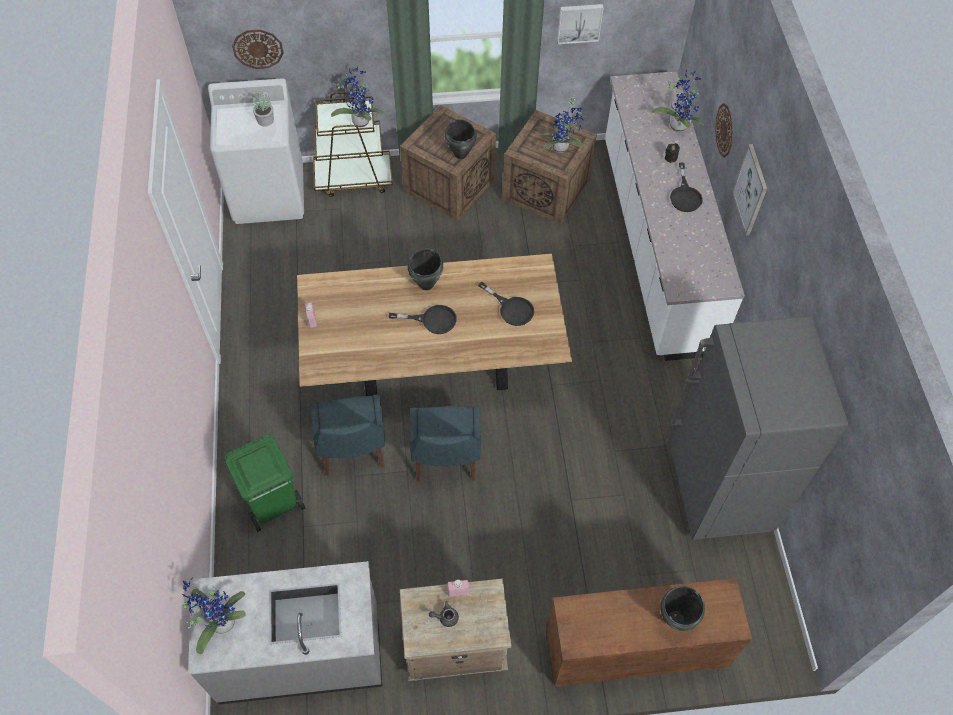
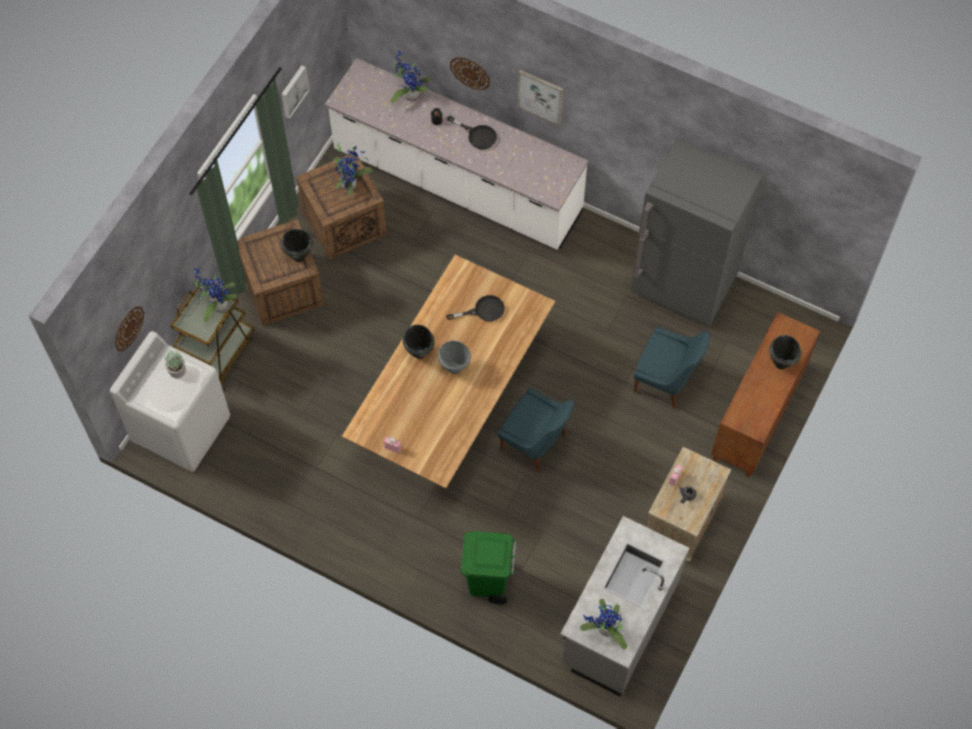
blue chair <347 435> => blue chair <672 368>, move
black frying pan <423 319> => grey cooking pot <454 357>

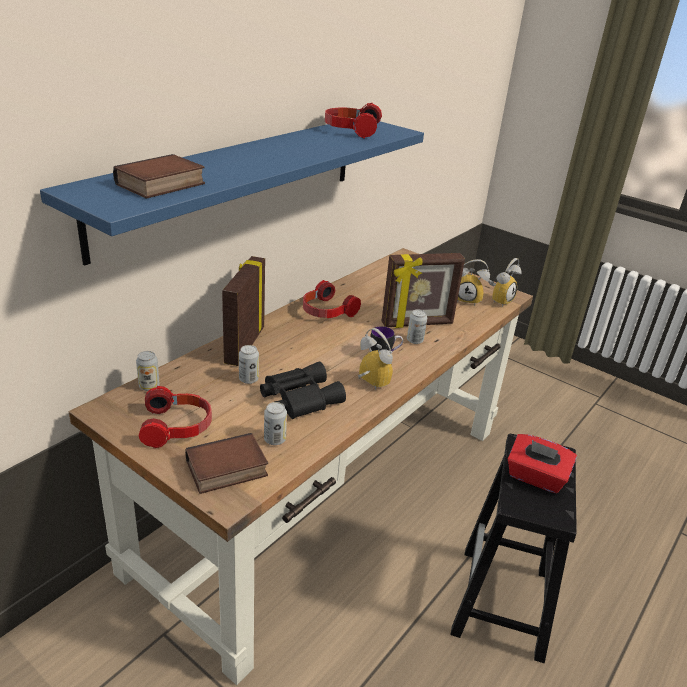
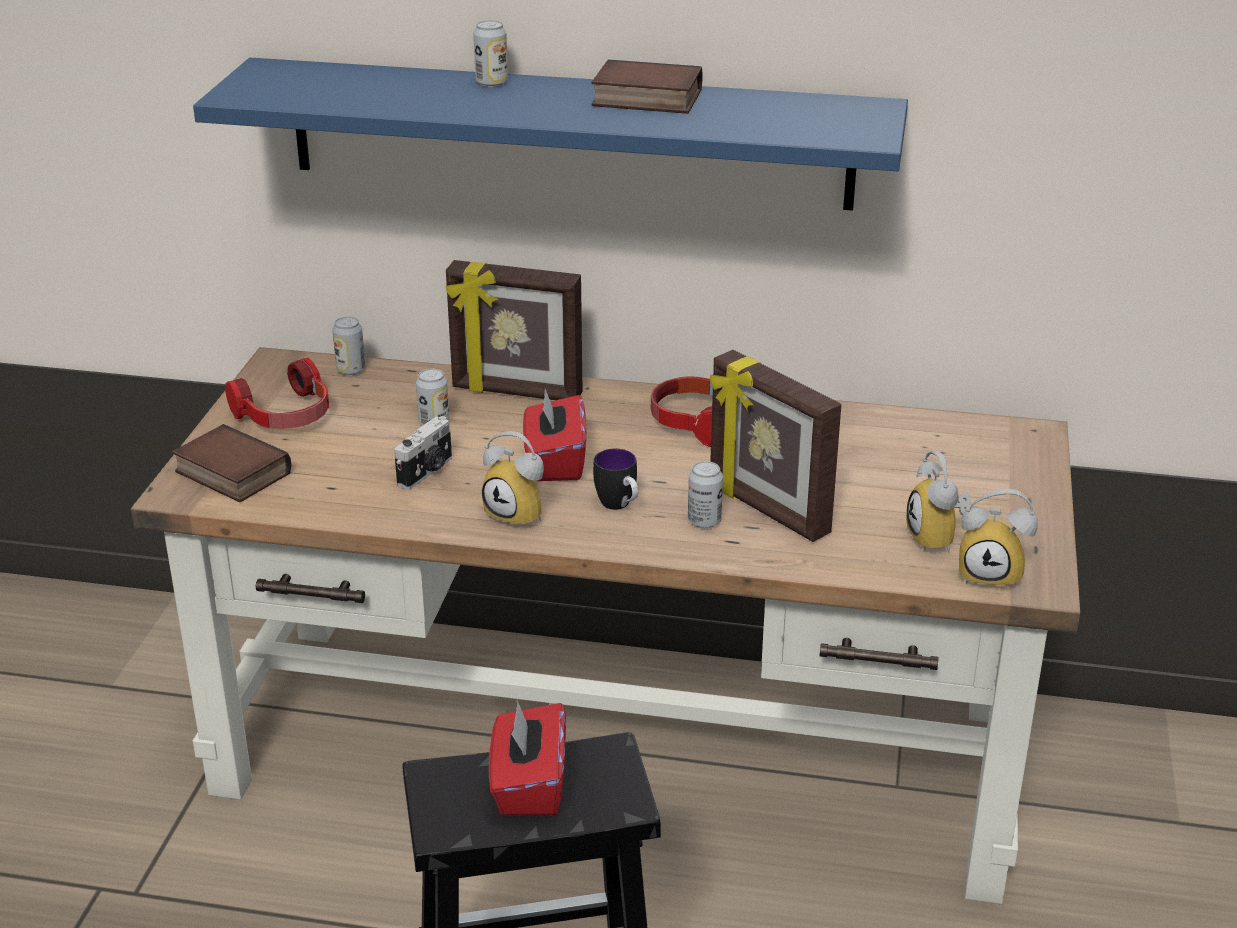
headphones <353 121> => nothing
nothing => red tissue box <555 435>
book <159 176> => book <647 87>, move
can <275 423> => can <491 53>, move
black binoculars <303 390> => photo camera <423 453>
picture frame <243 311> => picture frame <514 330>, 150 degrees counterclockwise
alarm clock <375 359> => alarm clock <513 480>, 105 degrees clockwise

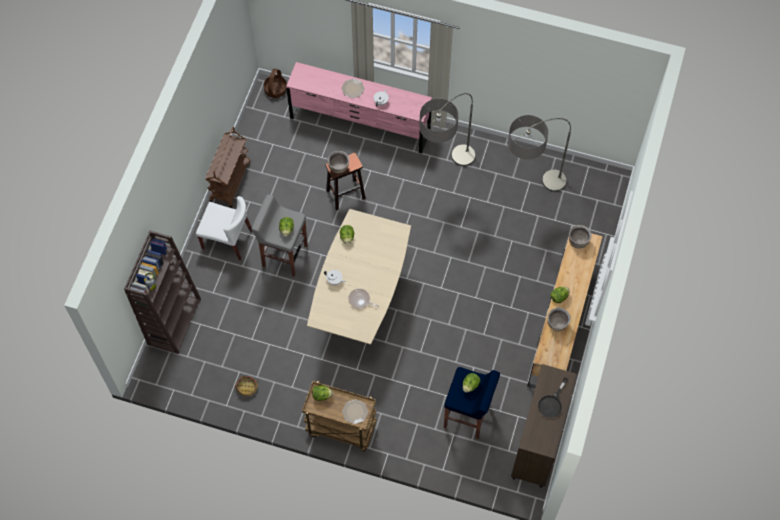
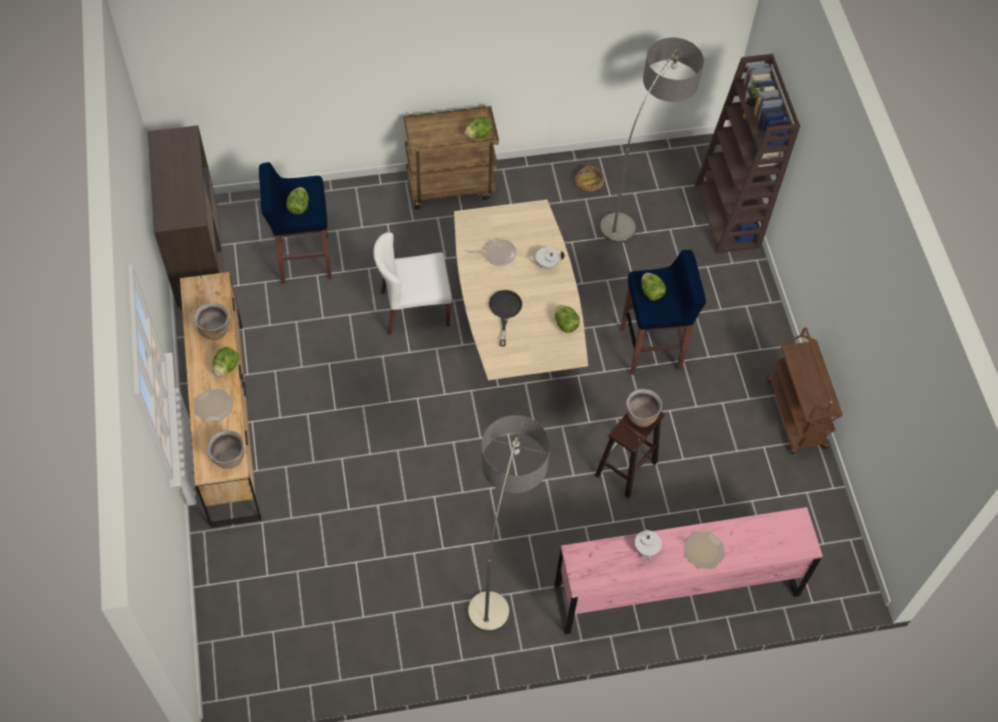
basket <275 83> => nothing
white chair <224 228> => white chair <412 283>, move
plate <355 411> => plate <213 405>, move
floor lamp <539 153> => floor lamp <652 140>, move
black frying pan <553 398> => black frying pan <505 318>, move
grey stool <280 236> => blue stool <663 312>

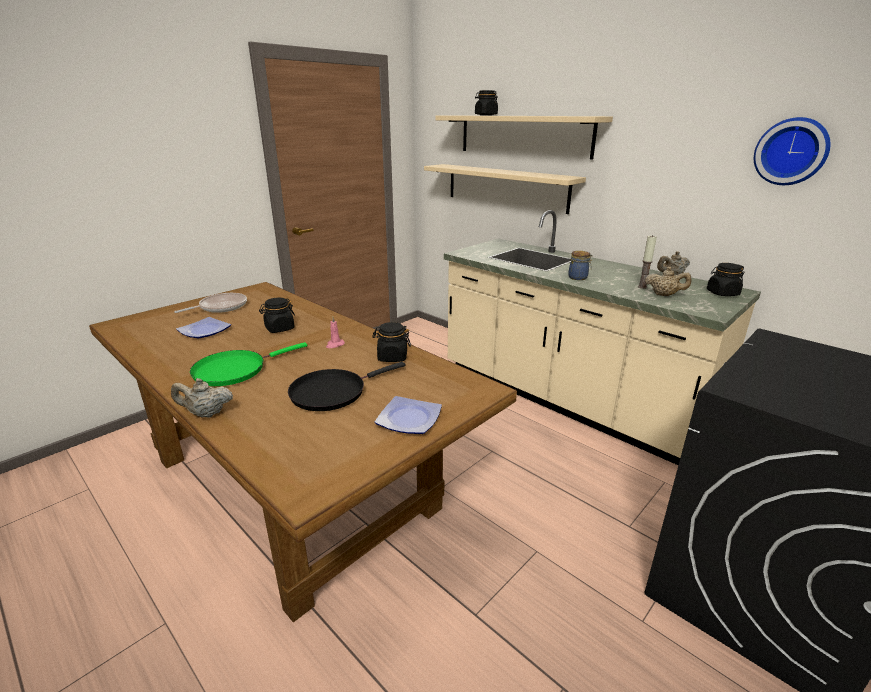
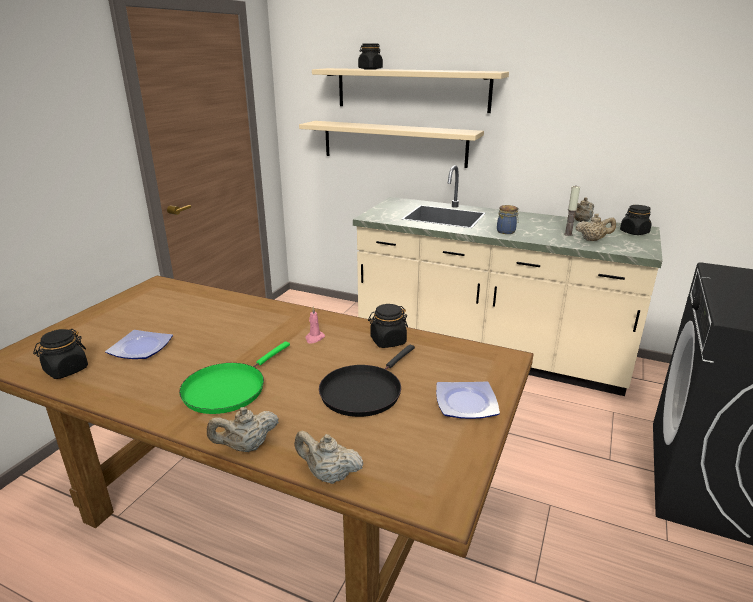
frying pan <210 303> => nothing
wall clock <792 151> => nothing
nothing => beige teapot <329 457>
black jar <277 315> => black jar <60 354>, move

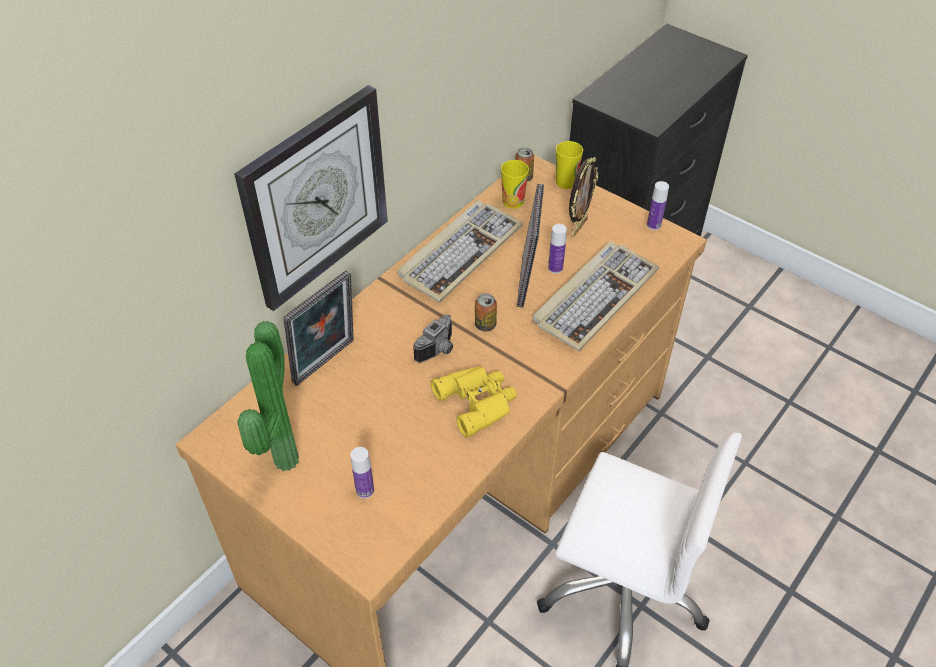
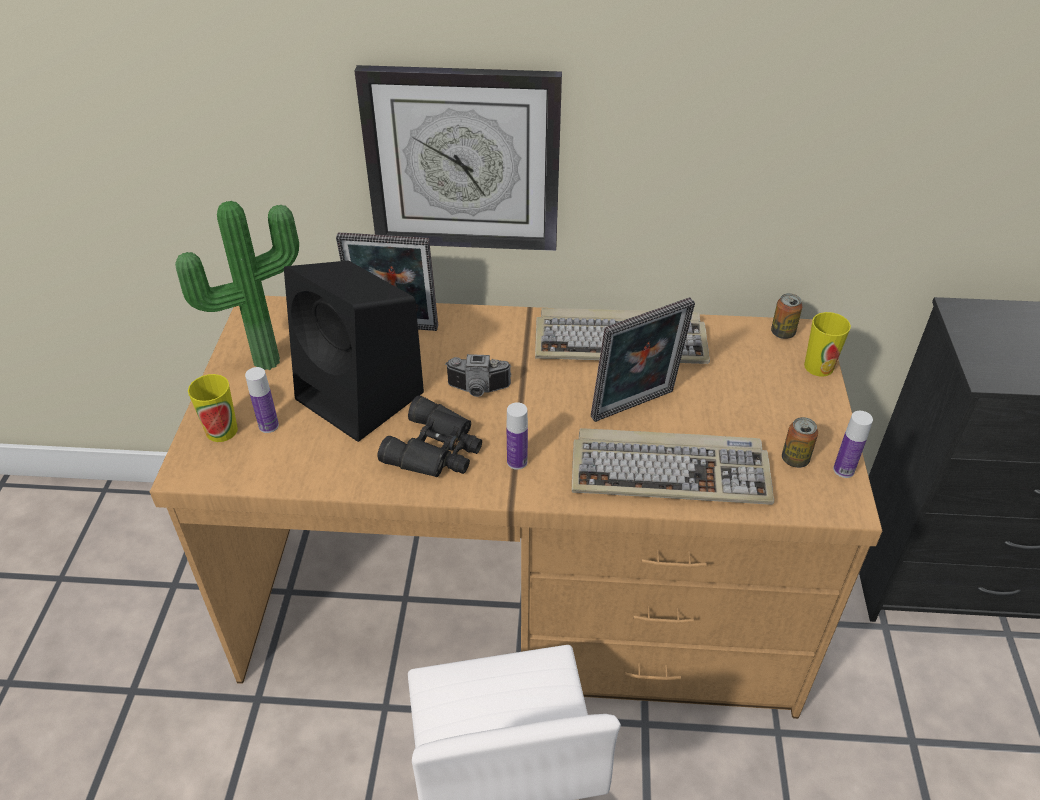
picture frame <583 197> => nothing
nothing => black speaker <354 351>
can <486 312> => can <800 442>, move
cup <515 184> => cup <213 408>, move
bottle <557 249> => bottle <517 436>, move
yellow binoculars <474 402> => black binoculars <430 436>

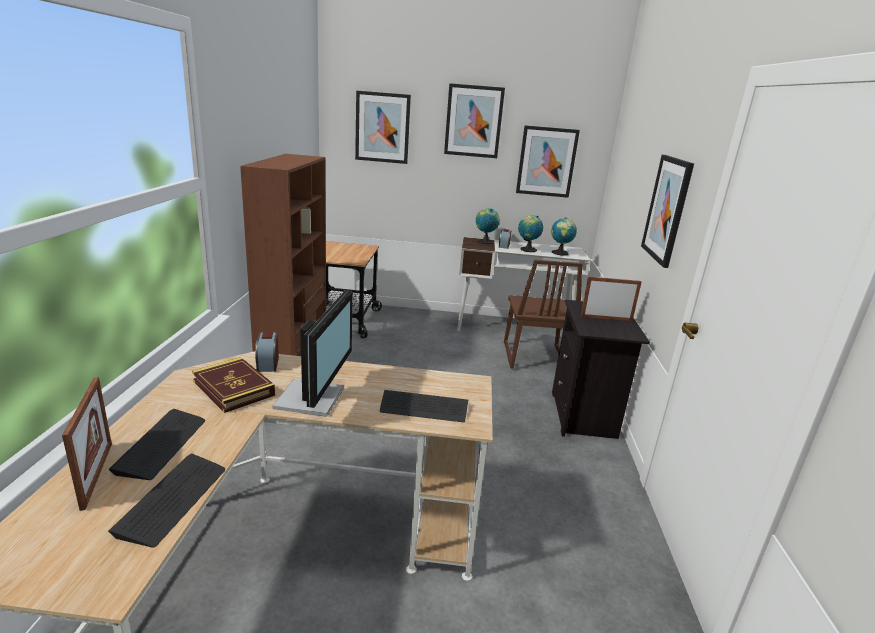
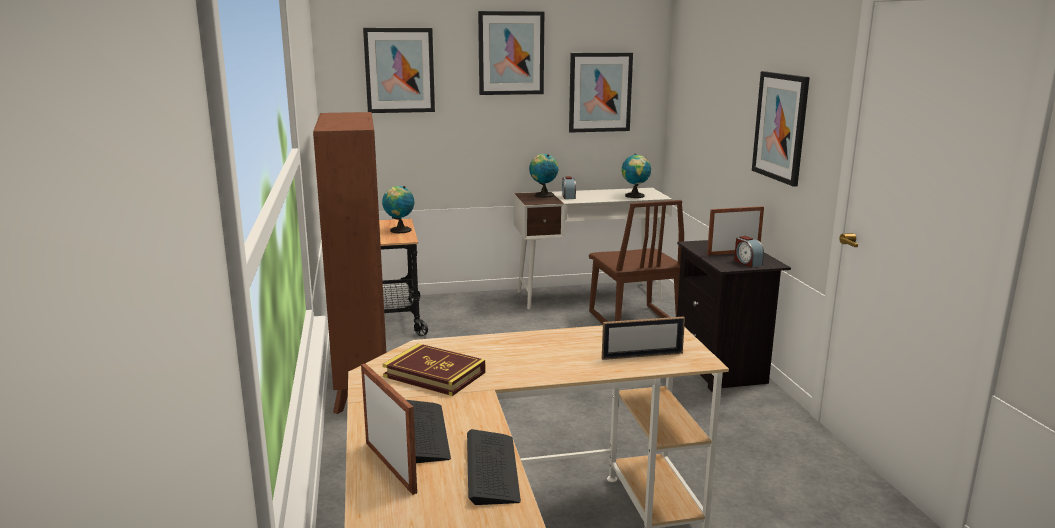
monitor <312 353> => nothing
alarm clock <267 352> => alarm clock <749 251>, move
globe <530 233> => globe <398 209>, move
keyboard <424 406> => picture frame <643 338>

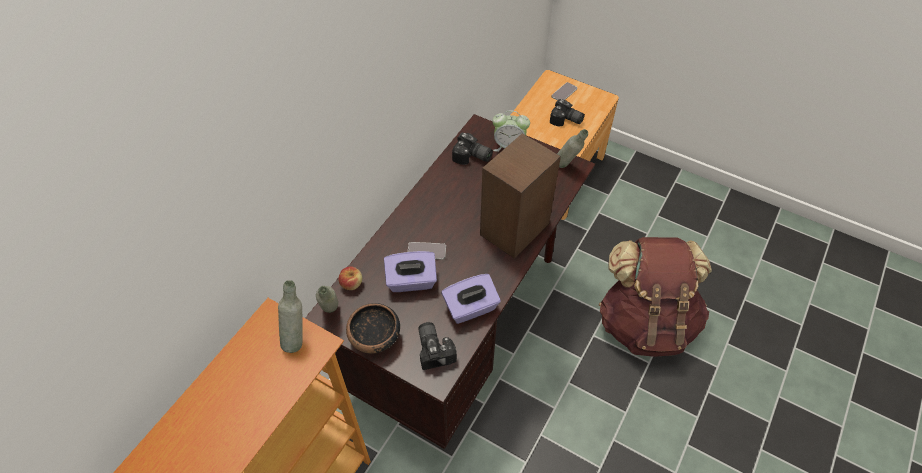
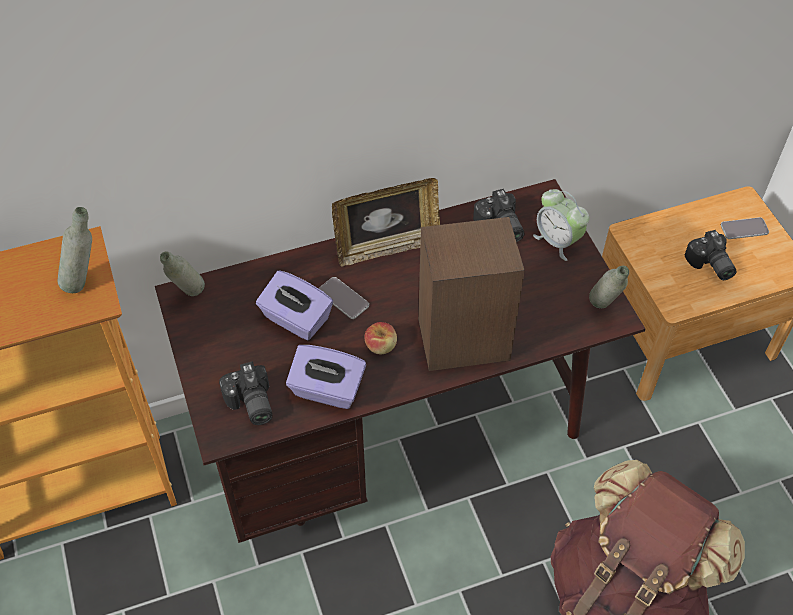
bowl <373 328> => nothing
nothing => picture frame <386 222>
apple <350 278> => apple <380 338>, move
photo camera <437 346> => photo camera <245 393>, 135 degrees clockwise

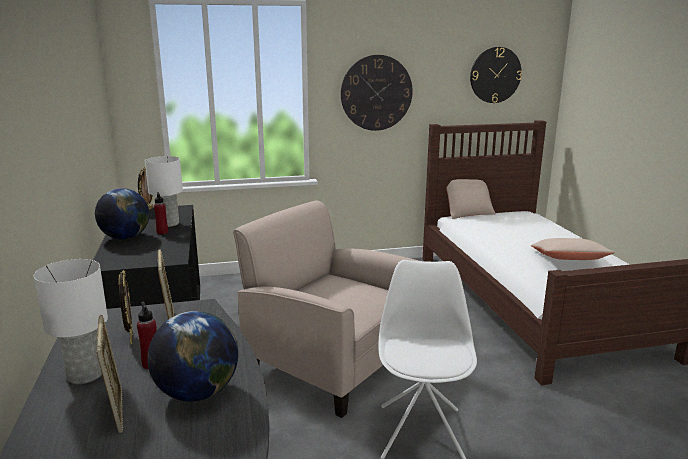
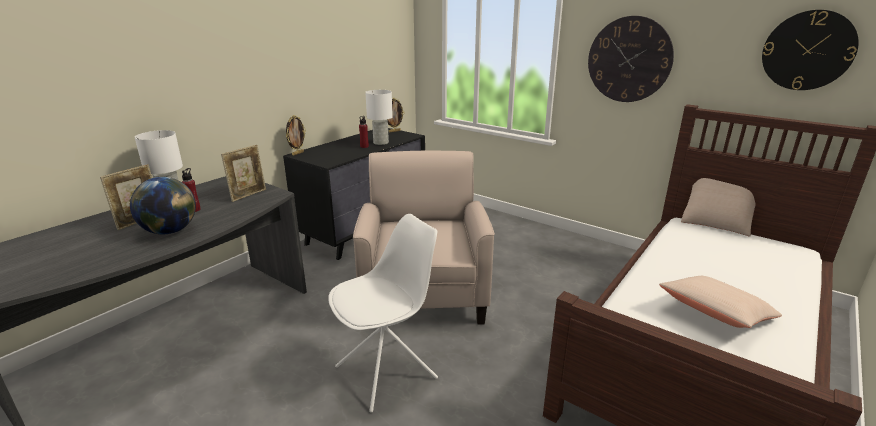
globe <122 214> => nothing
picture frame <125 307> => picture frame <296 135>, move

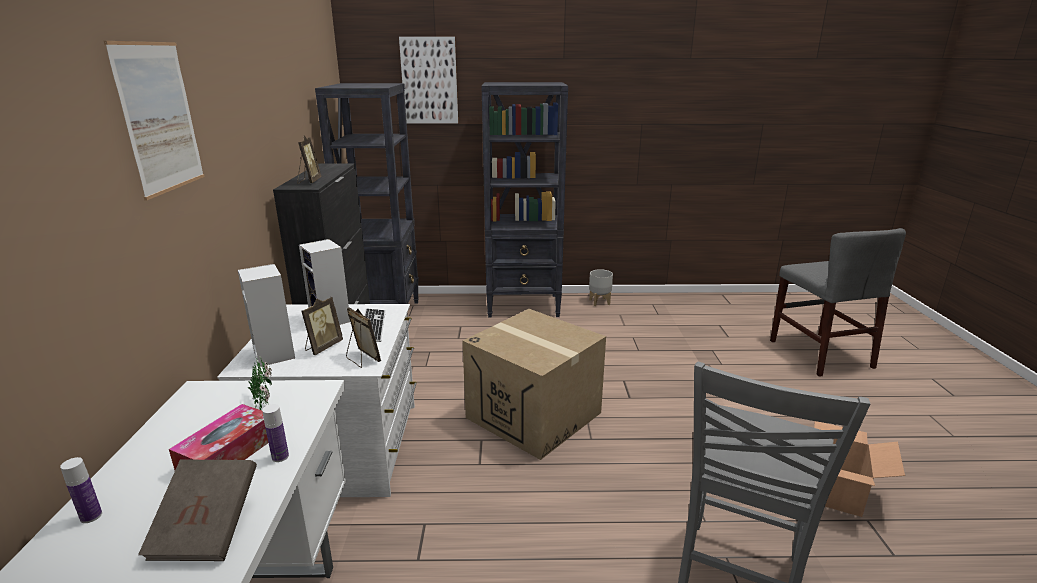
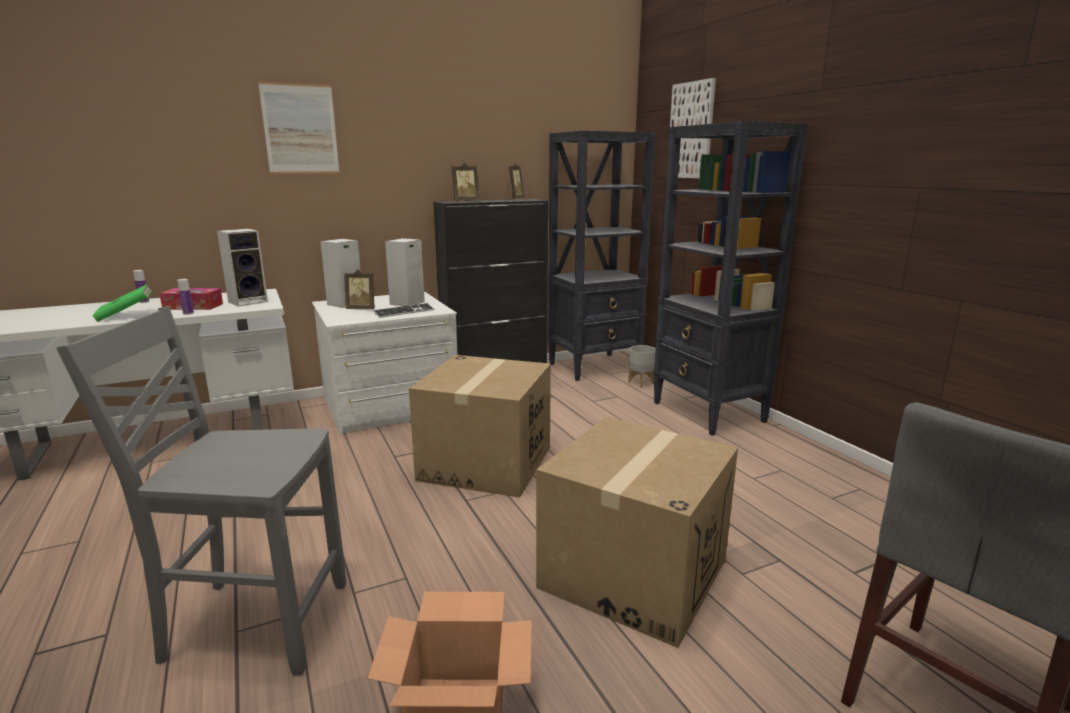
nothing => cardboard box <637 532>
picture frame <363 338> => picture frame <515 181>, move
grey planter <601 287> => grey planter <642 366>, move
potted plant <260 383> => speaker <242 268>
brown book <197 510> => green book <122 303>

